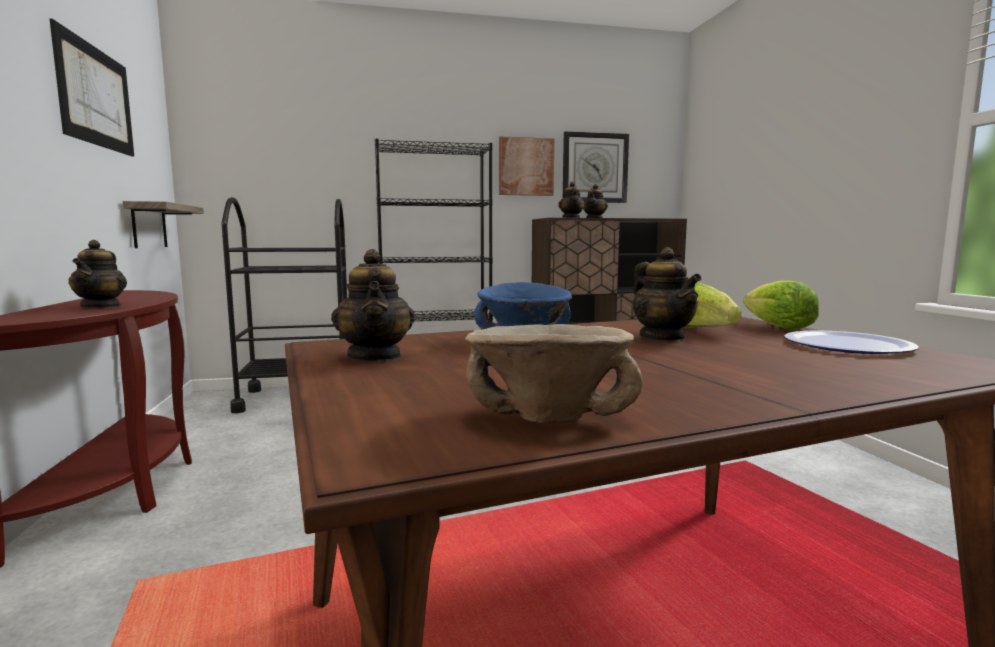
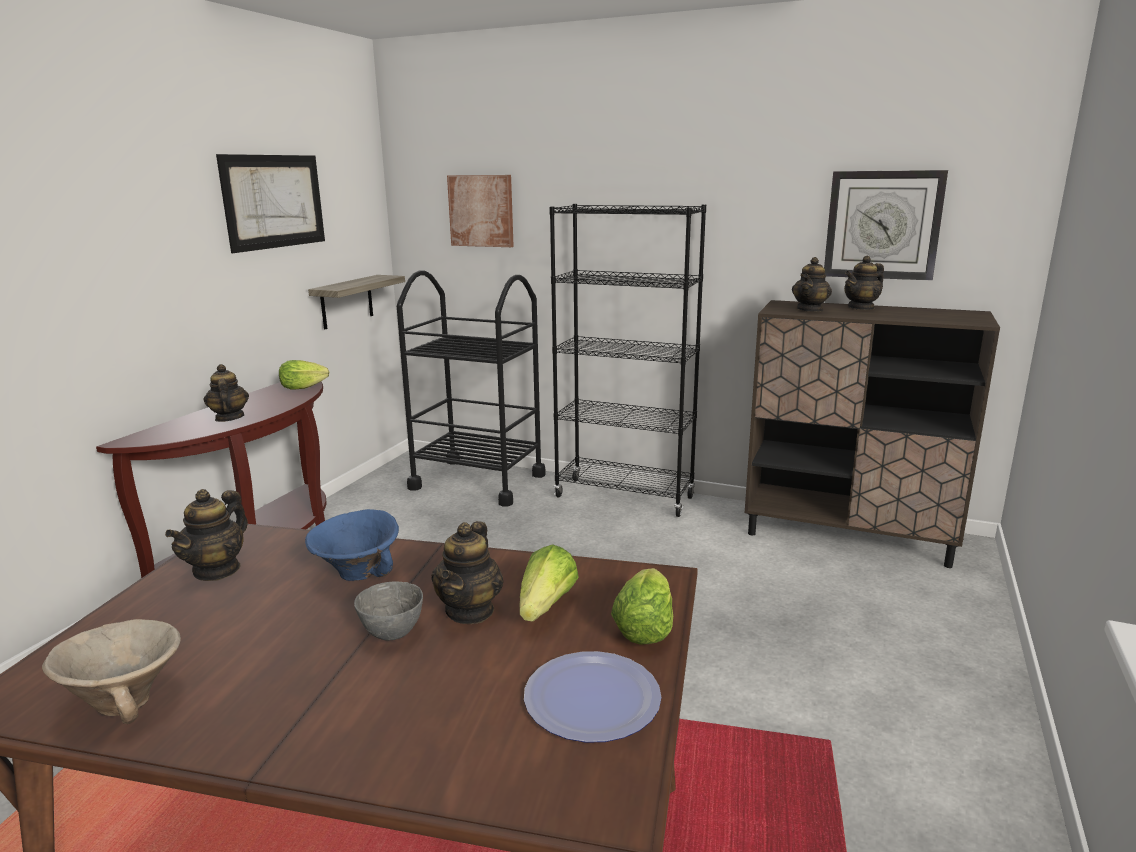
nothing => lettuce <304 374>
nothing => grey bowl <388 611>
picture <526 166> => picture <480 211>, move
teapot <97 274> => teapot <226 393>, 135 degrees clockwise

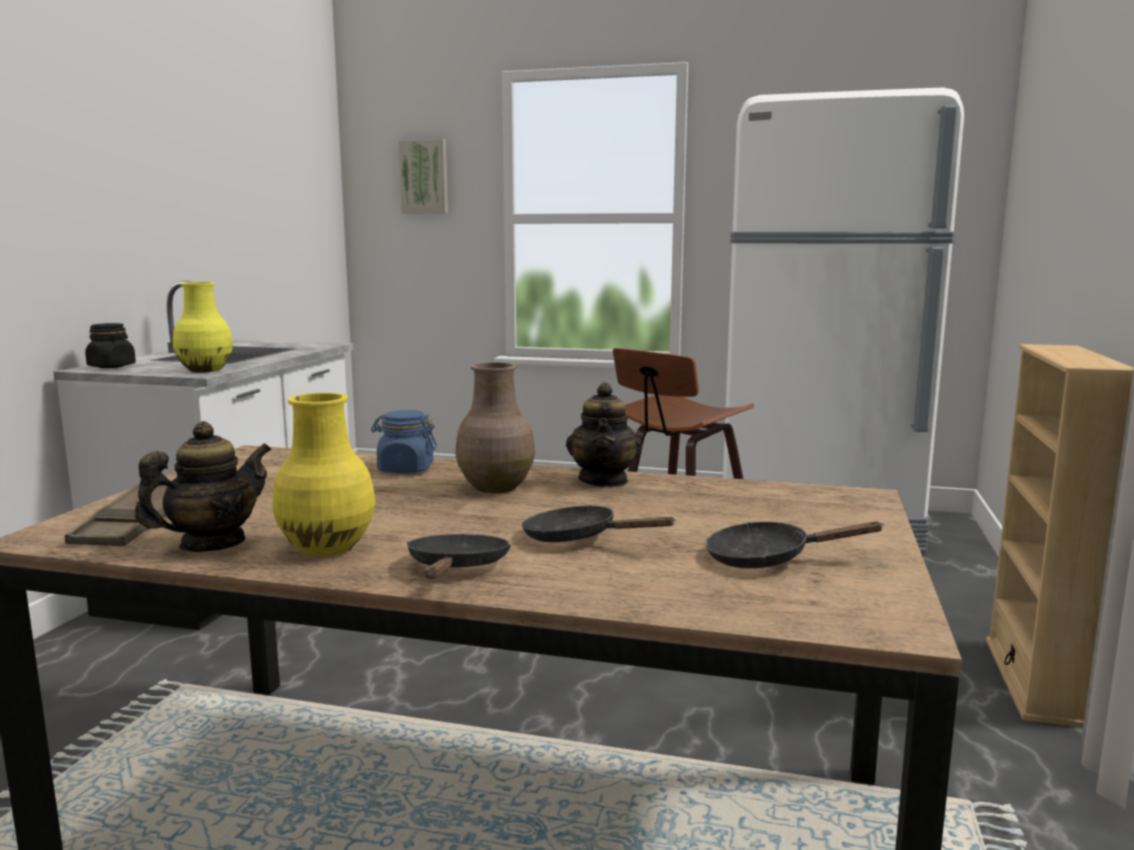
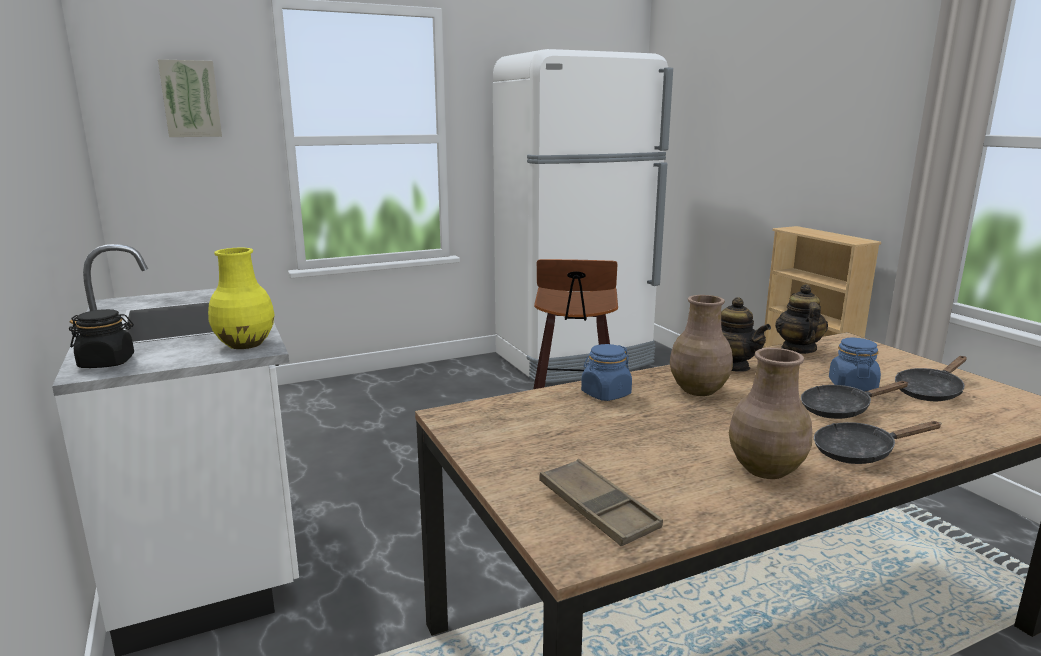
nothing => blue jar <855 365>
teapot <203 486> => teapot <801 319>, move
yellow vase <324 475> => brown vase <770 413>
black frying pan <459 556> => black frying pan <878 442>, 60 degrees counterclockwise

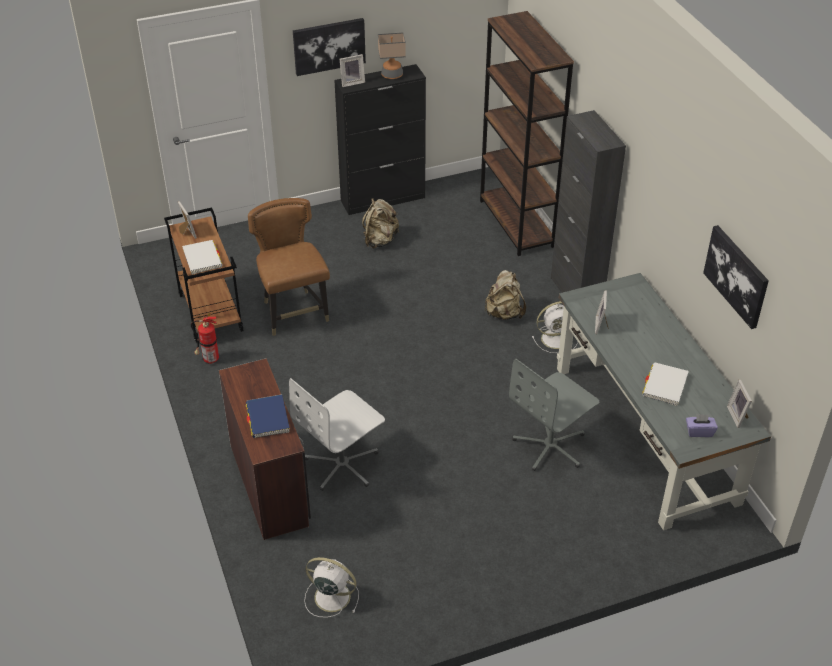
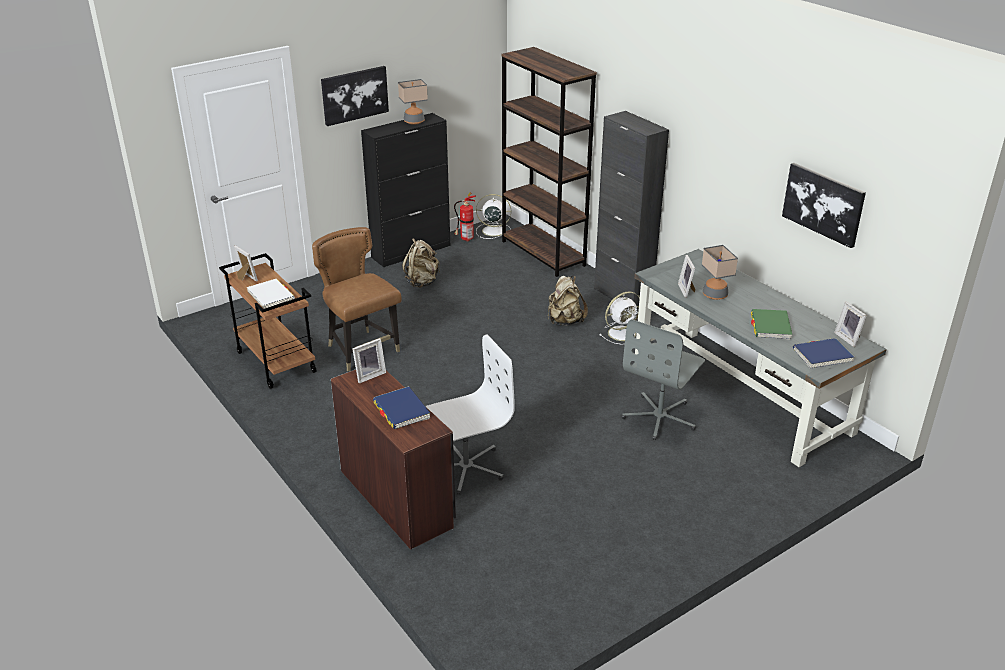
nothing => table lamp <720 272>
fire extinguisher <205 338> => fire extinguisher <465 217>, move
white fan <331 587> => white fan <493 216>, move
picture frame <352 70> => picture frame <369 360>, move
purple tissue box <702 425> => blue book <823 353>
white book <665 384> => green book <772 324>
white office chair <337 434> => white office chair <470 414>, 150 degrees counterclockwise

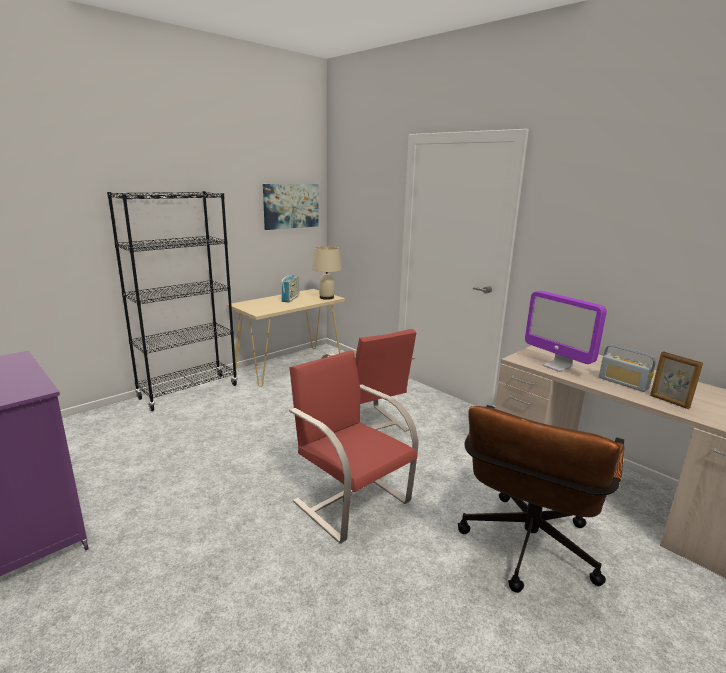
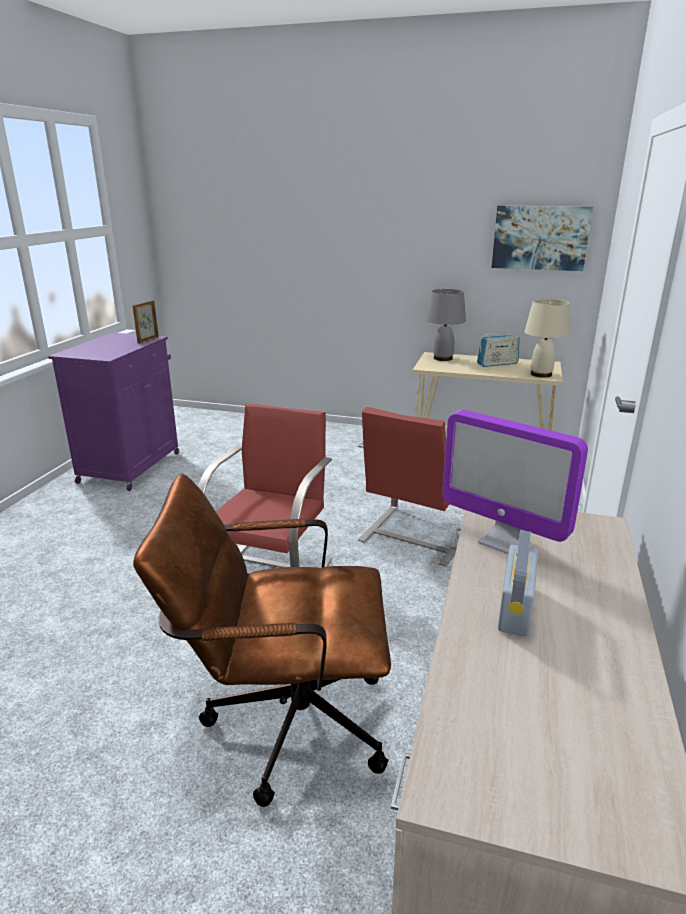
black bookcase <172 301> => nothing
nothing => grey table lamp <446 325>
picture frame <676 380> => picture frame <146 322>, move
monitor <566 331> => monitor <515 482>, 75 degrees counterclockwise

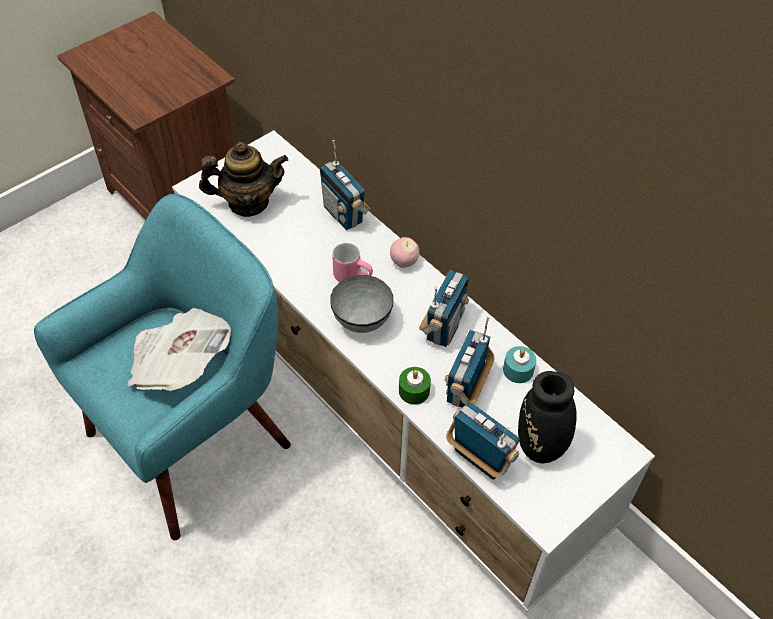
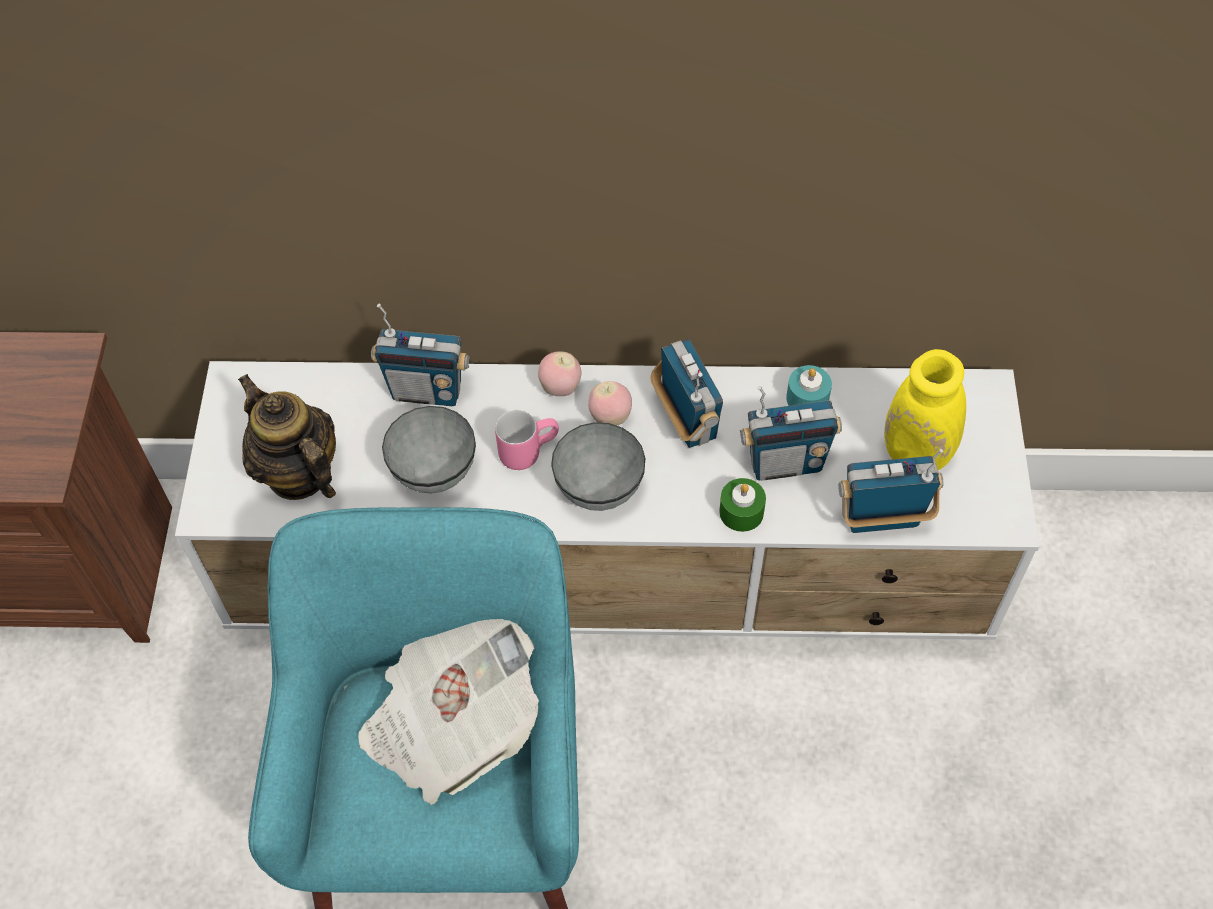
nothing => grey bowl <429 449>
nothing => apple <610 403>
black vase <583 417> => yellow vase <968 399>
teapot <243 179> => teapot <287 437>, 75 degrees counterclockwise
radio <469 362> => radio <791 433>, 75 degrees counterclockwise

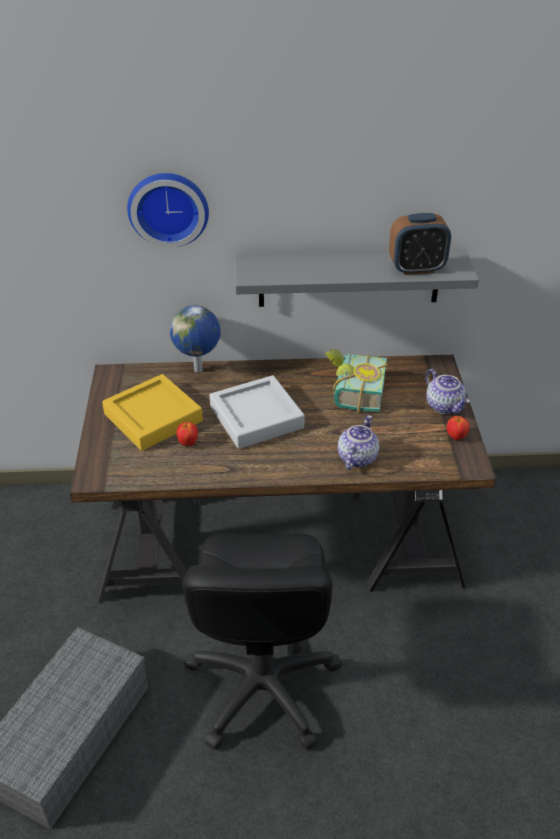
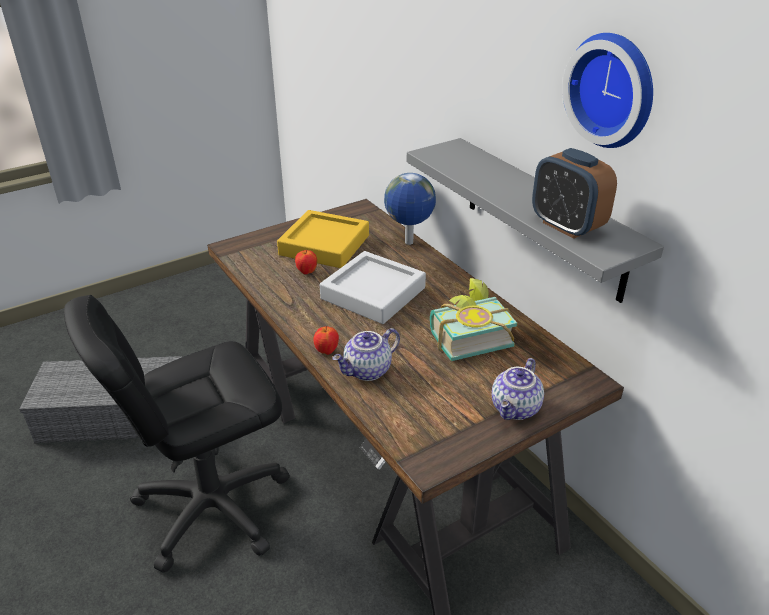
wall clock <168 210> => wall clock <607 90>, move
apple <458 428> => apple <326 340>, move
teapot <358 442> => teapot <366 354>, 150 degrees clockwise

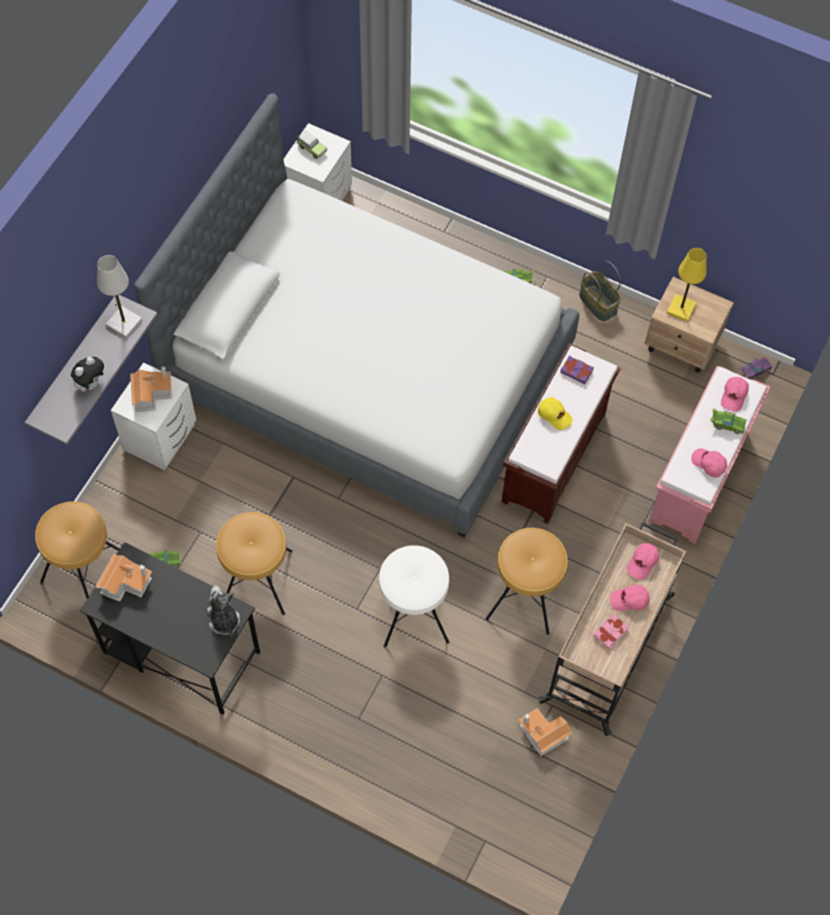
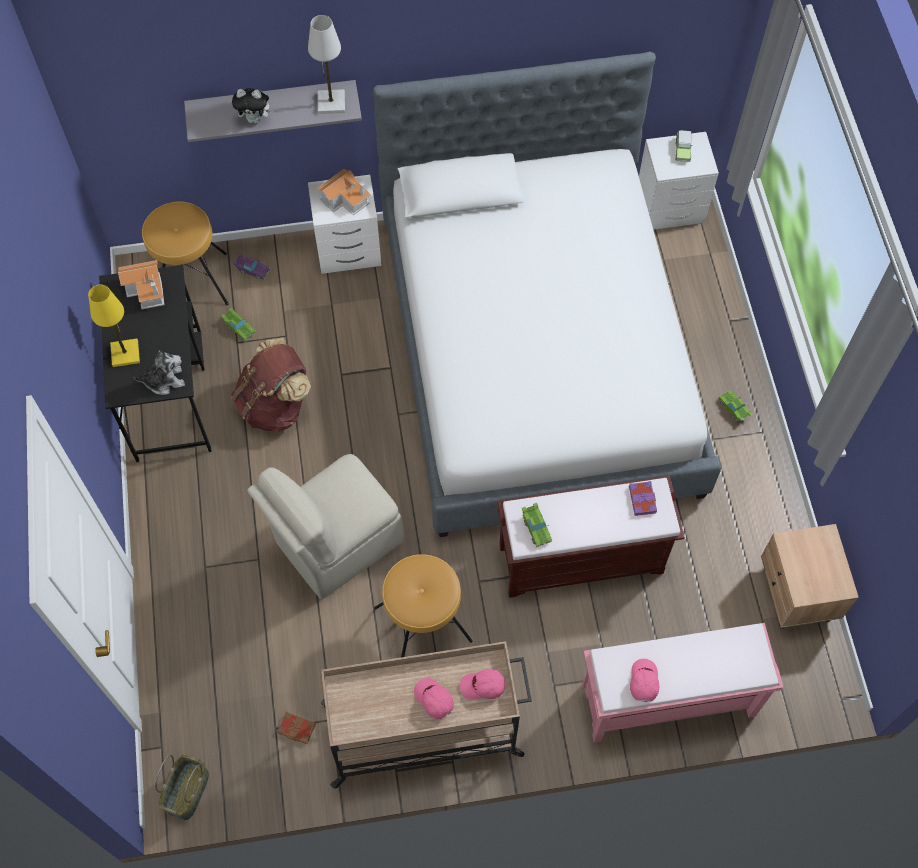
yellow cap <555 413> => nothing
pink book <611 631> => nothing
pink cap <735 394> => nothing
basket <600 291> => basket <182 787>, move
yellow table lamp <687 285> => yellow table lamp <114 326>, move
green toy car <728 421> => green toy car <537 525>, move
purple toy car <756 368> => purple toy car <251 267>, move
brown stool <254 563> => brown backpack <271 385>
white stool <414 596> => beige chair <325 526>
toy house <546 732> => brown book <296 728>
plush toy <223 611> => plush toy <159 372>, 45 degrees clockwise

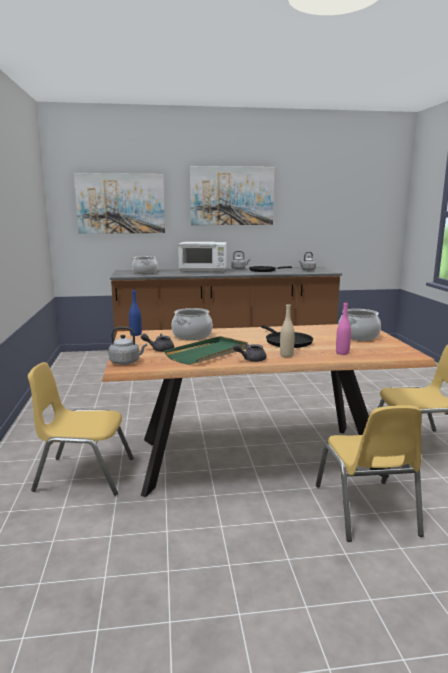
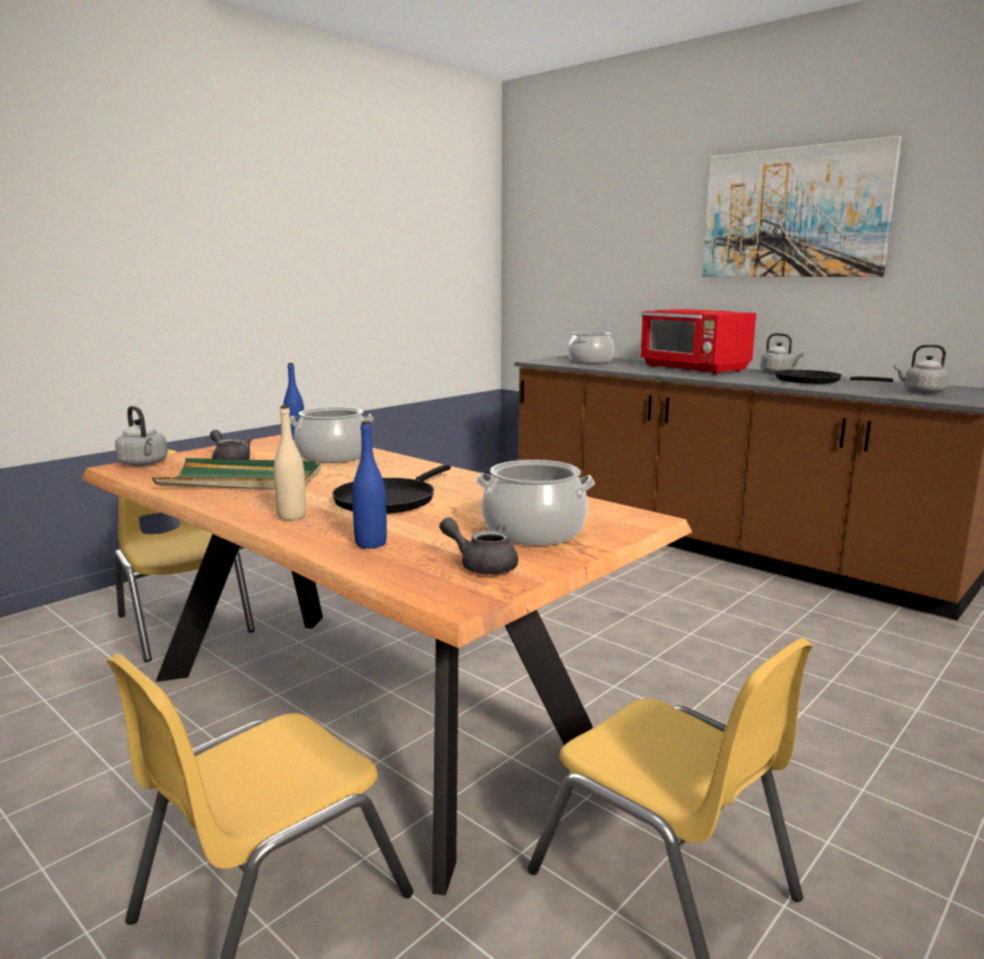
picture <119 203> => nothing
grey teapot <250 352> => grey teapot <478 546>, move
white microwave <202 257> => red microwave <698 341>
pink bottle <343 328> => blue bottle <369 485>

